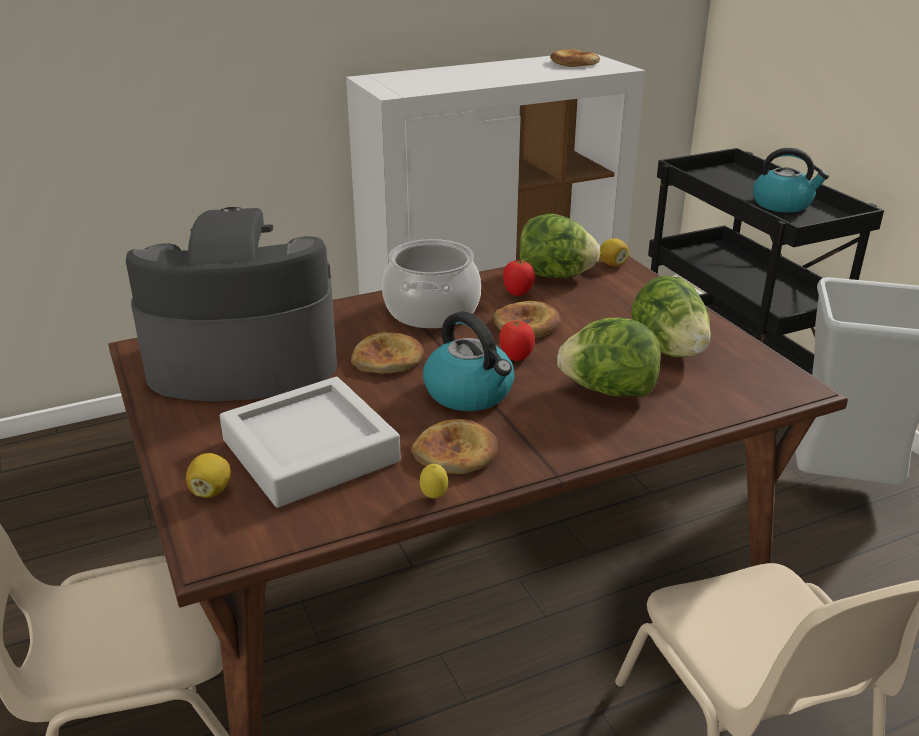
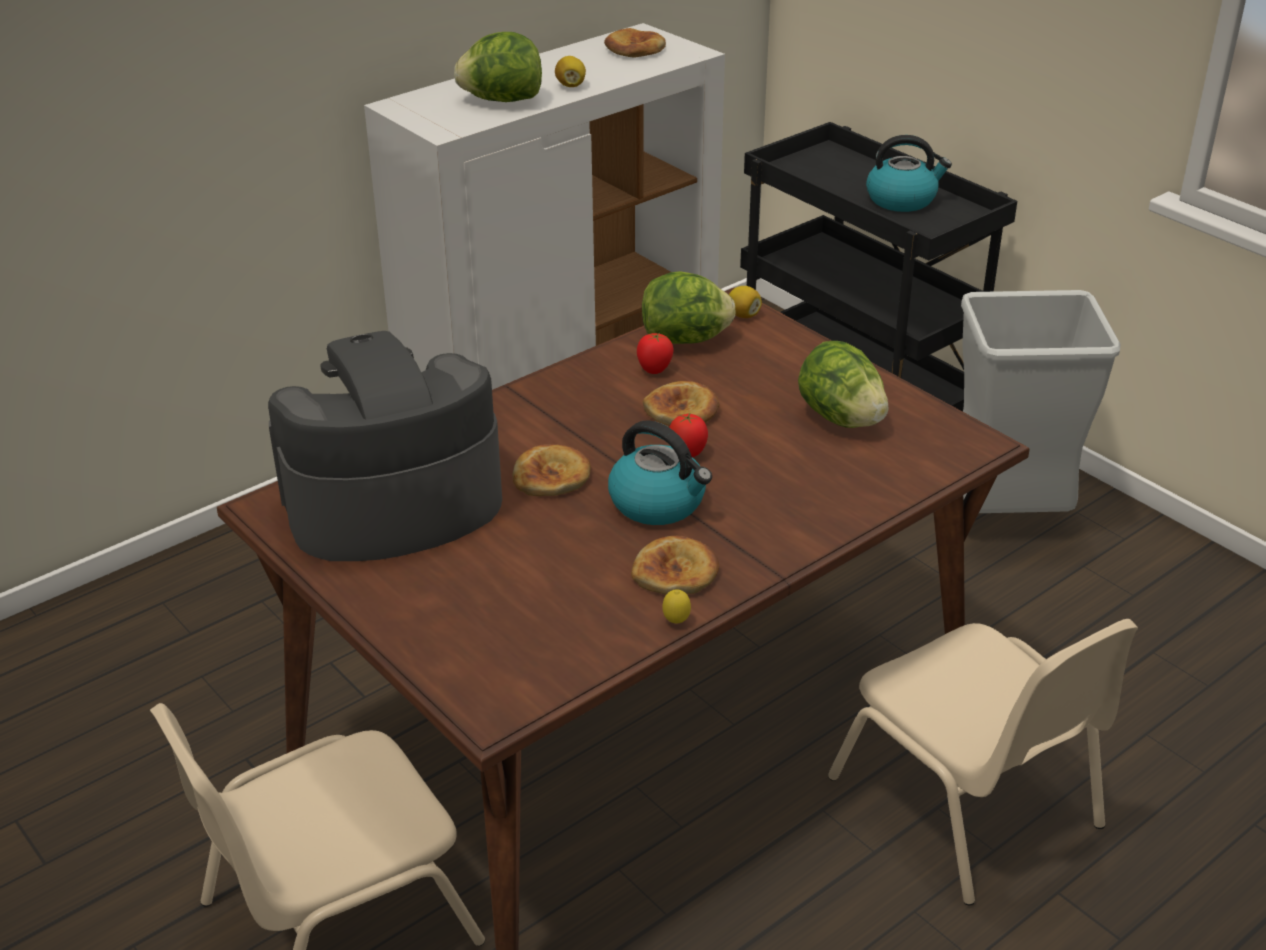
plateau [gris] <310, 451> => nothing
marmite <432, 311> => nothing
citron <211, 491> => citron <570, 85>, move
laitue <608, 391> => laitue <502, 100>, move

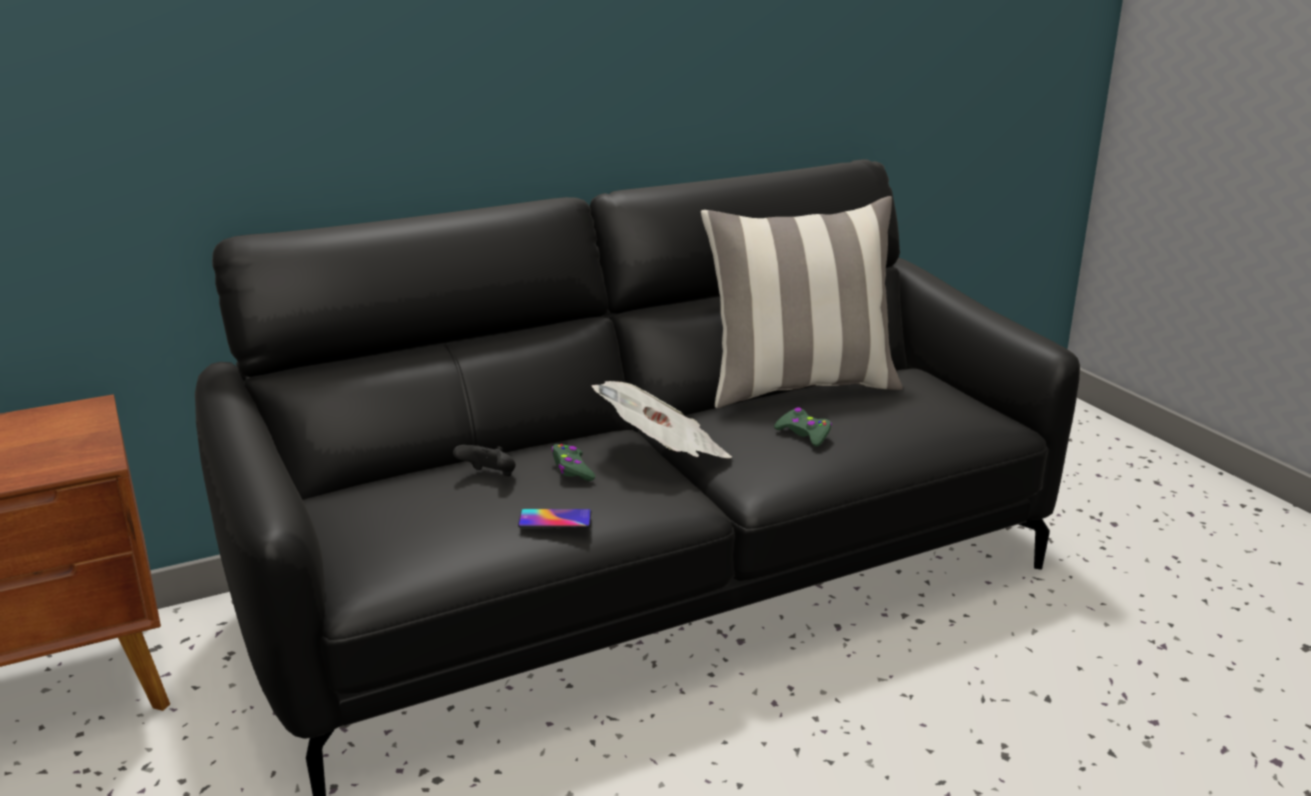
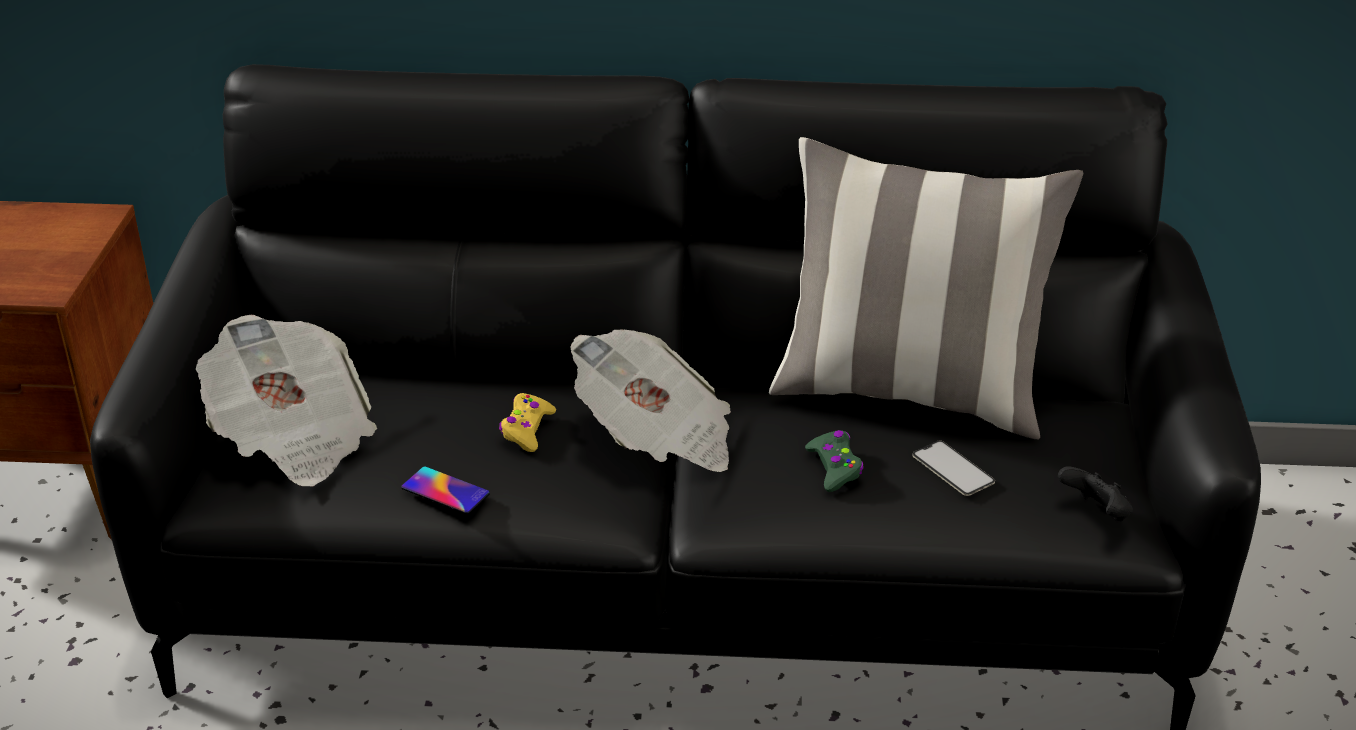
nothing => journal <293, 436>
nothing => téléphone <953, 469>
manette [noir] <489, 476> => manette [noir] <1095, 513>, move
manette [vert] <572, 469> => manette [jaune] <527, 429>

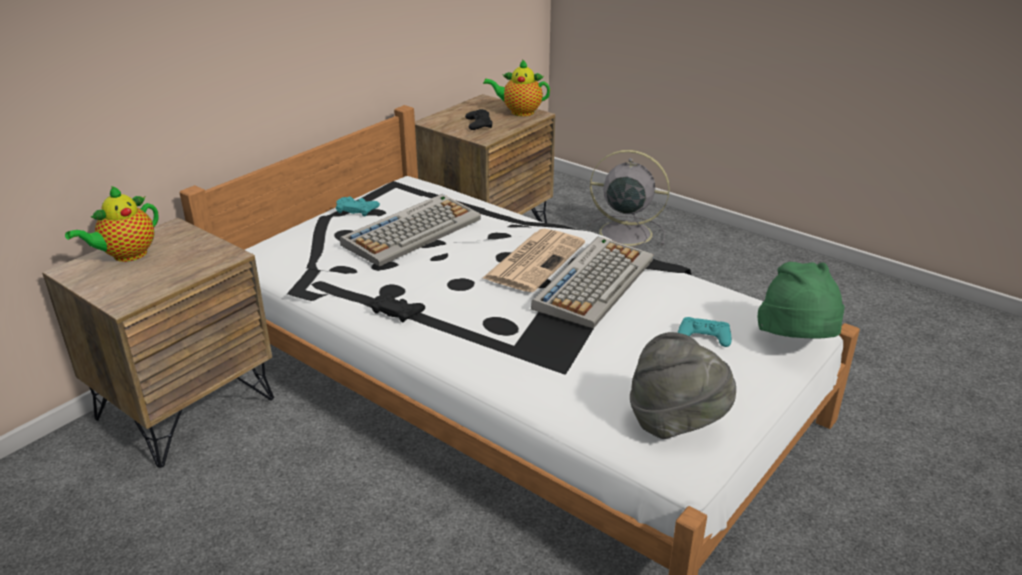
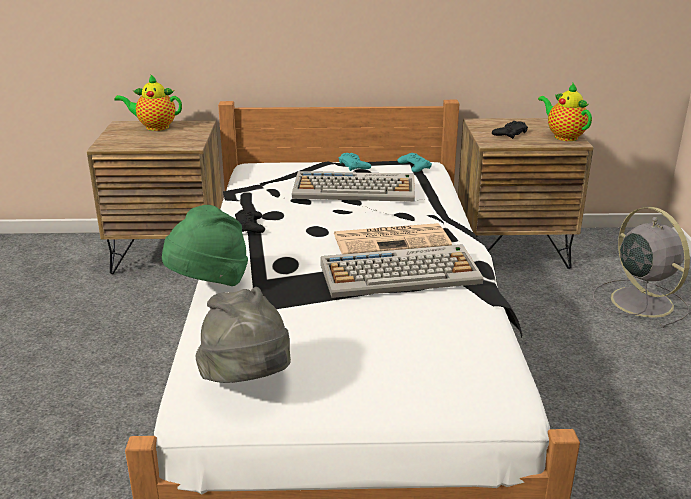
manette [turquoise] <704, 336> => manette [turquoise] <414, 166>, move
chapeau [vert] <797, 342> => chapeau [vert] <208, 285>, move

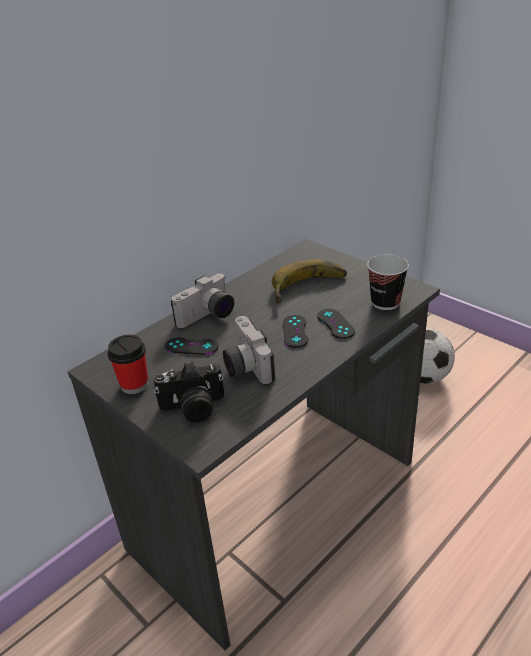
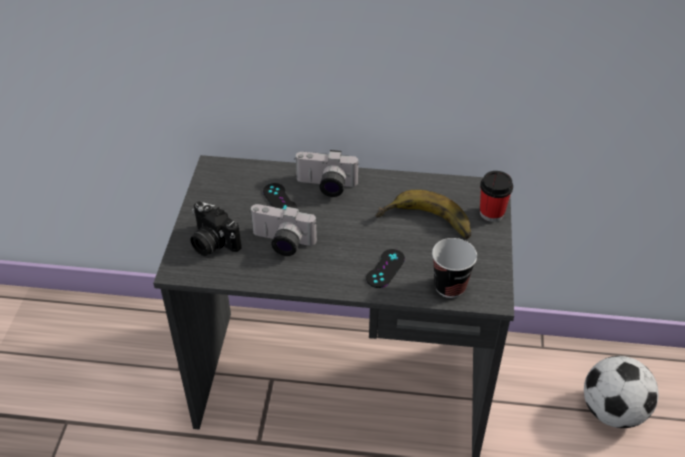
manette [noir] <295, 331> => nothing
tasse <134, 384> => tasse <491, 213>, move
appareil photo <245, 366> => appareil photo <281, 243>, 105 degrees counterclockwise

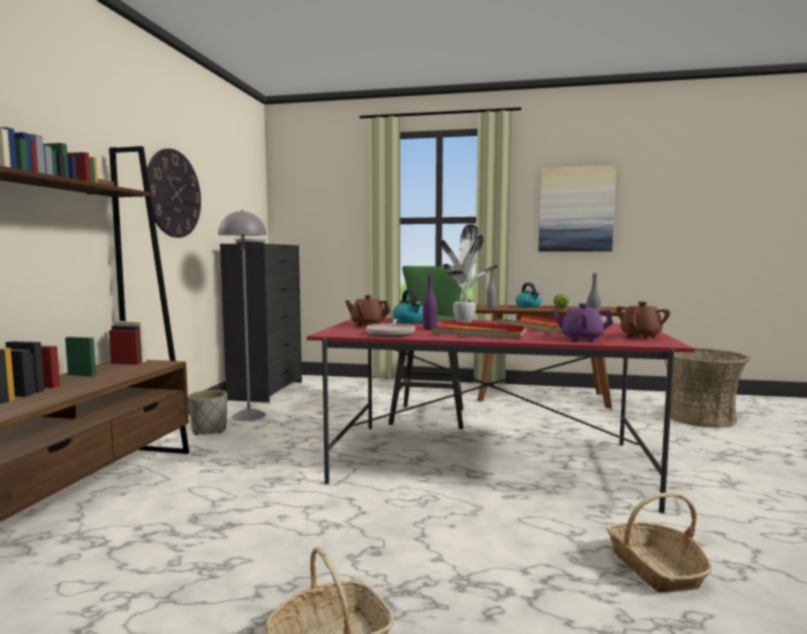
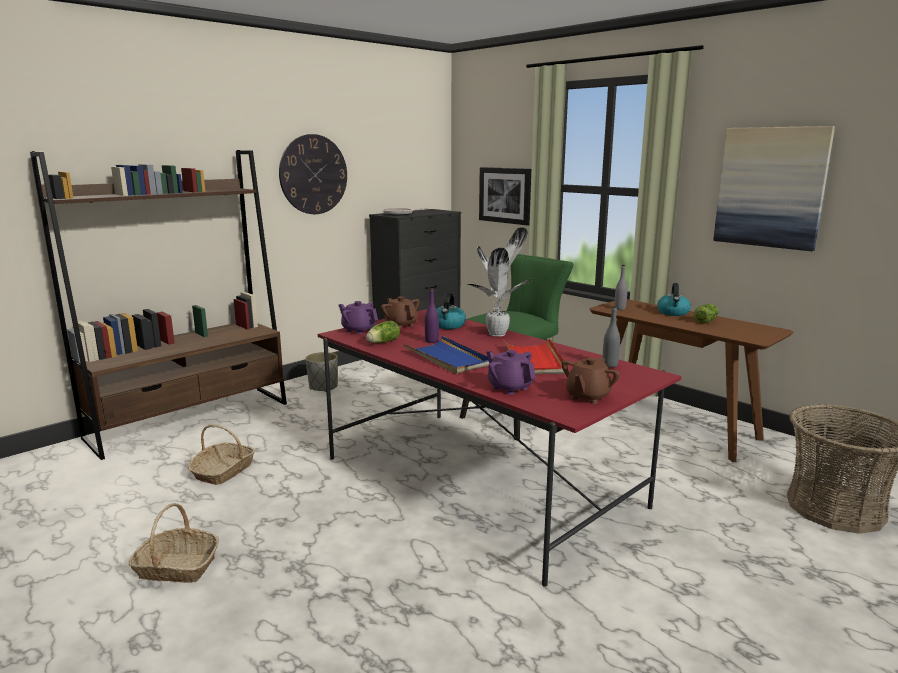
lampadaire [gris] <249, 415> => nothing
nothing => théière [violet] <358, 330>
nothing => tableau <505, 195>
panier <655, 568> => panier <223, 471>, move
poêle <391, 333> => laitue <382, 342>
plateau [rouge] <479, 334> => plateau [bleu] <448, 358>
théière [marron] <641, 336> => théière [marron] <587, 397>, 135 degrees clockwise

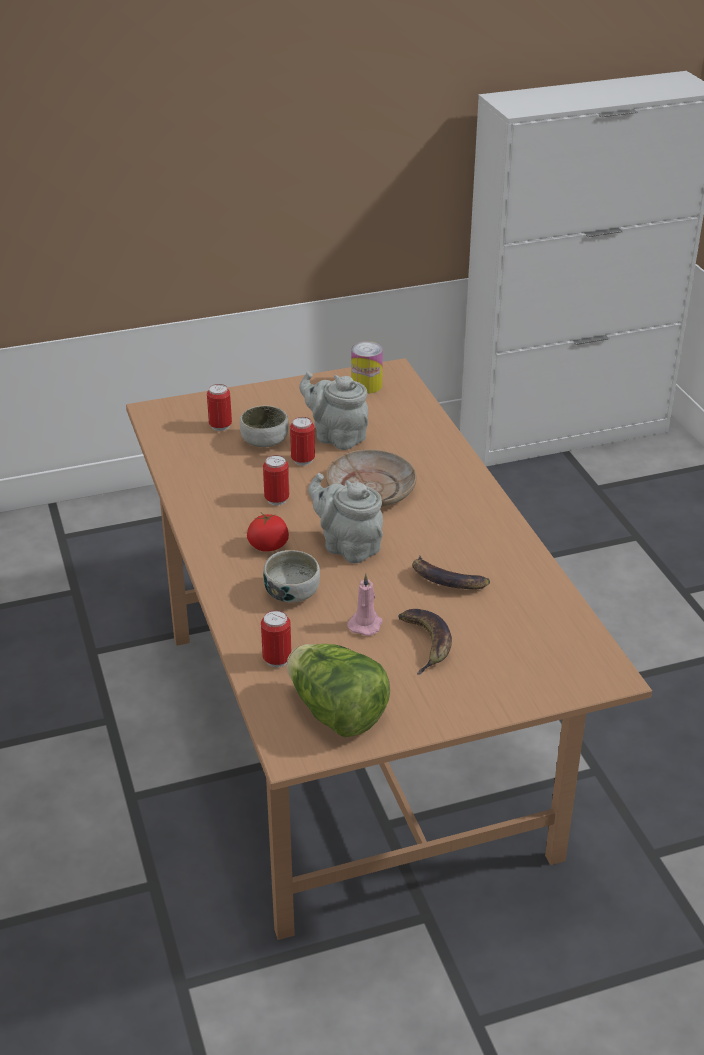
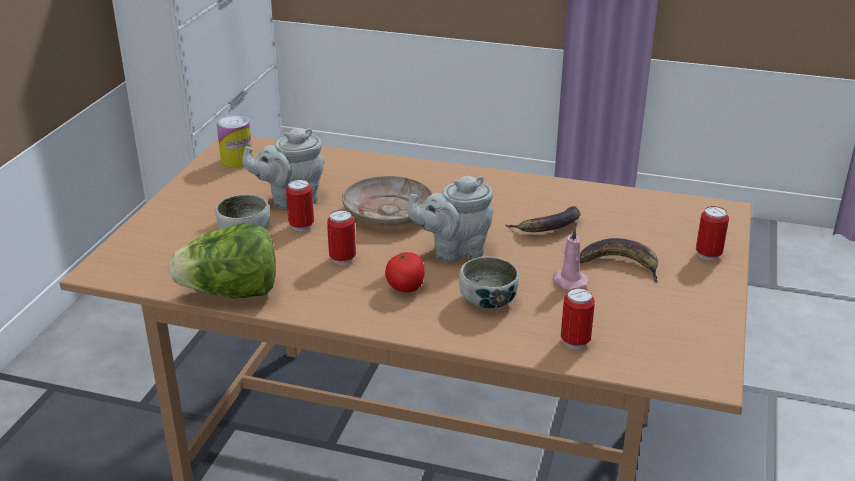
boîte métallique <220, 426> => boîte métallique <708, 254>, move
laitue <336, 713> => laitue <231, 293>, move

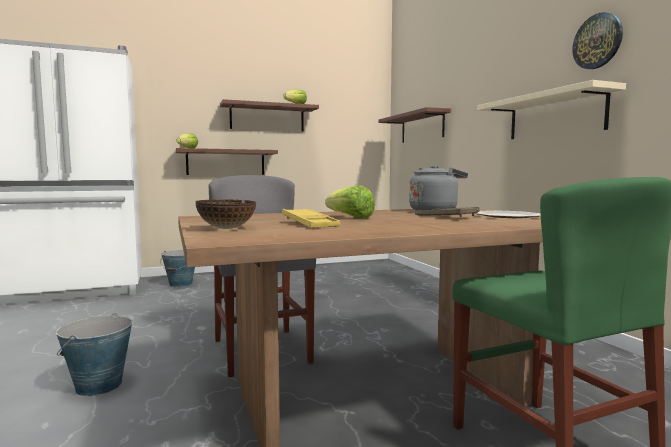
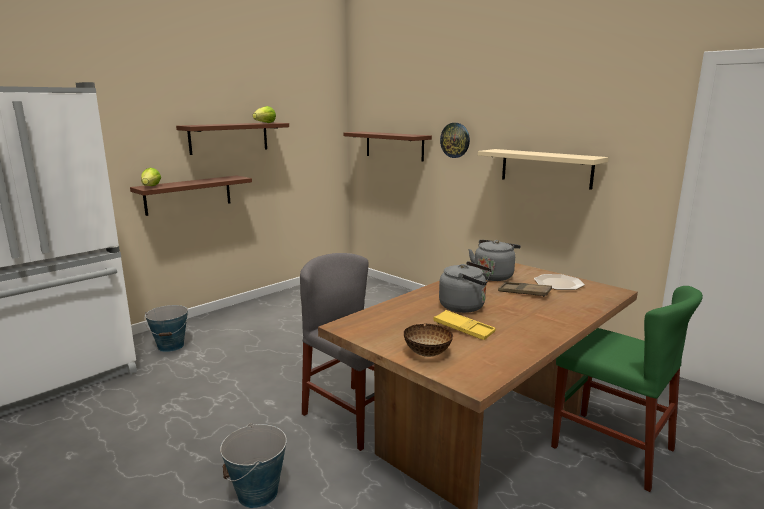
horloge murale <597, 41> => horloge murale <455, 140>, move
laitue <350, 218> => bouilloire [gris] <465, 307>

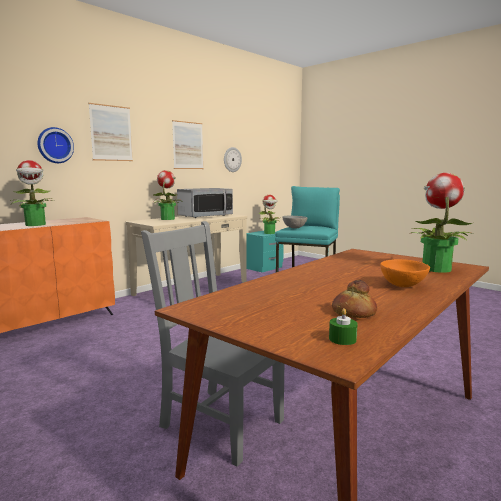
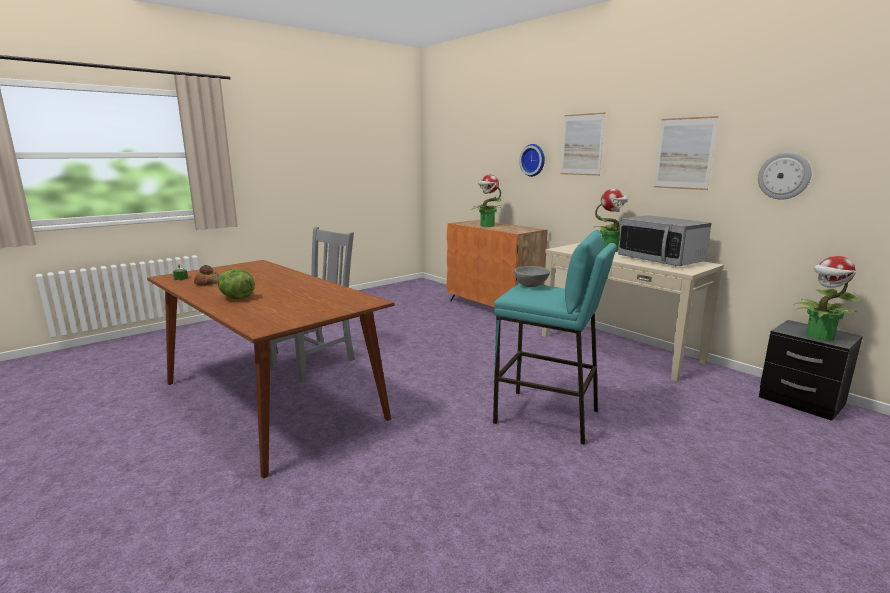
plante en pot <435, 269> => nothing
bol [orange] <403, 285> => laitue <236, 298>
table de chevet [turquoise] <264, 268> => table de chevet [noir] <800, 401>

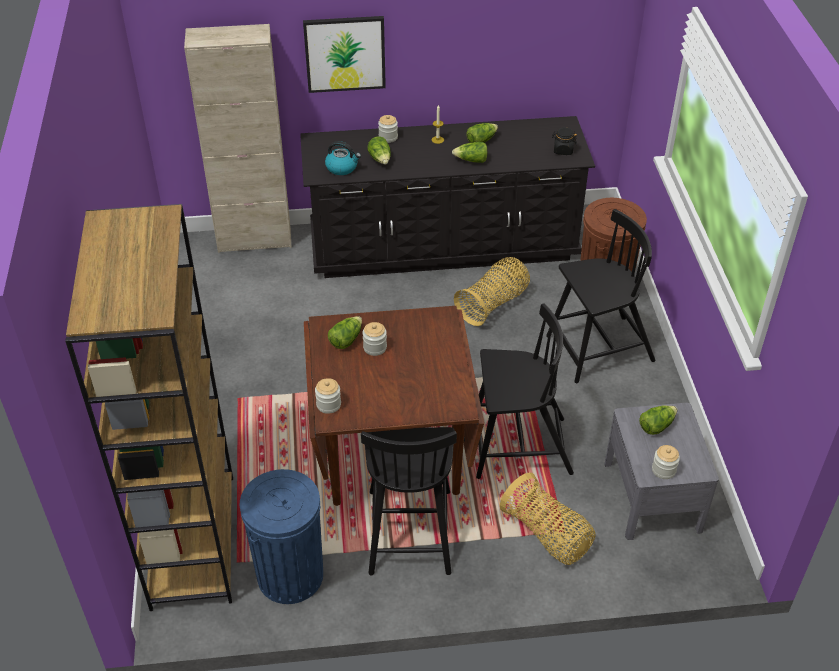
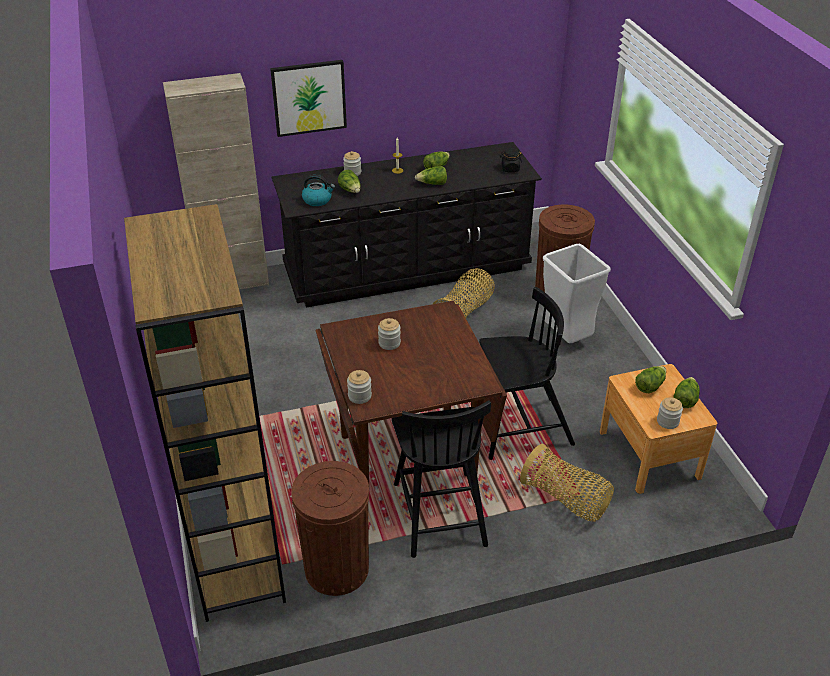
laitue <346, 339> => laitue <685, 399>, move
chaise [noir] <598, 349> => poubelle [blanc] <567, 339>
poubelle [bleu] <290, 575> => poubelle [marron] <337, 569>
table de chevet [gris] <652, 496> => table de chevet [marron] <649, 454>

